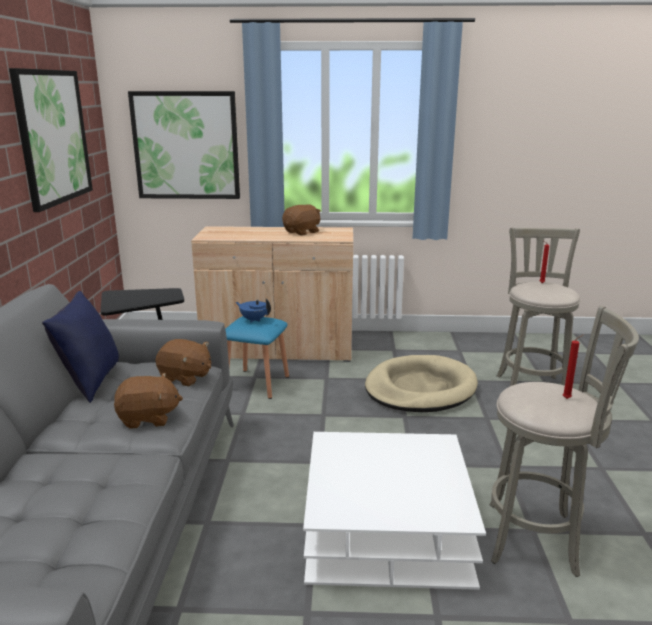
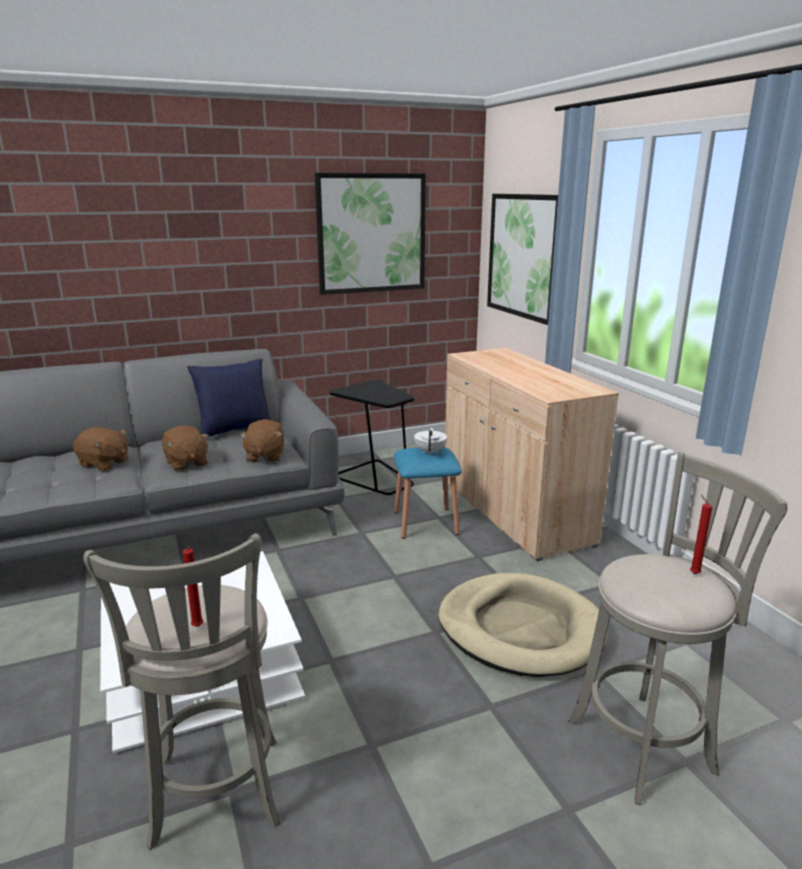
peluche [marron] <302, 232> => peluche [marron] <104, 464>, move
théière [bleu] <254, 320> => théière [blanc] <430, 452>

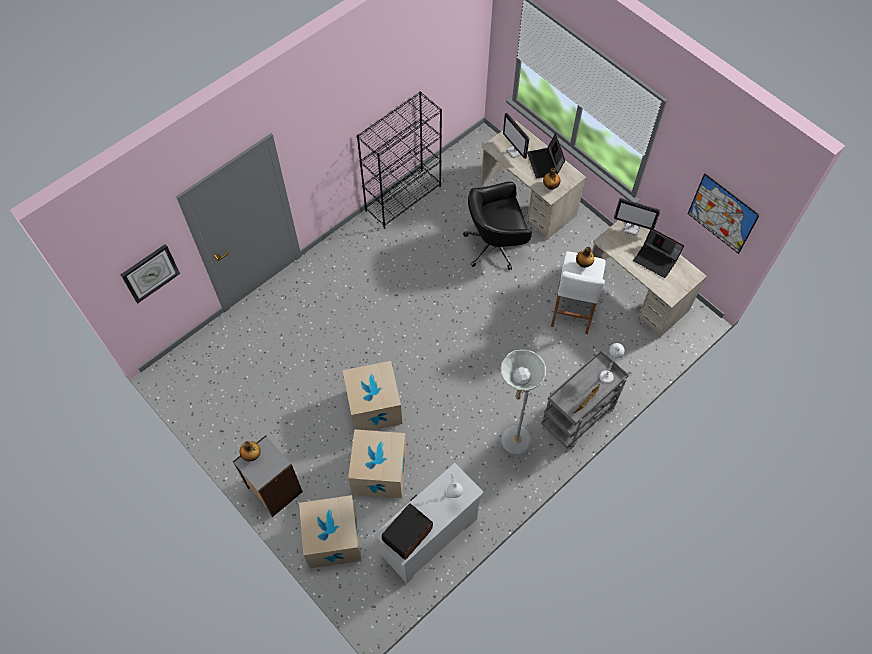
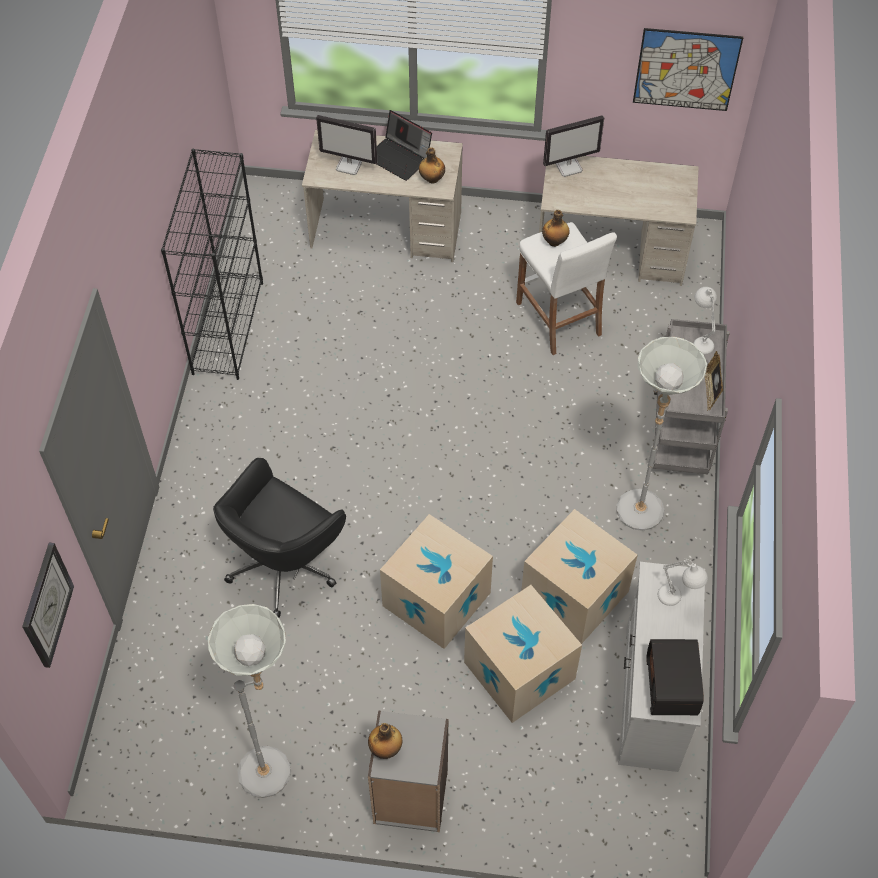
ordinateur portable <656, 259> => nothing
nothing => lampadaire [gris] <275, 768>
carton <333, 539> => carton <574, 594>, move
chaise de bureau [noir] <495, 245> => chaise de bureau [noir] <285, 565>, move

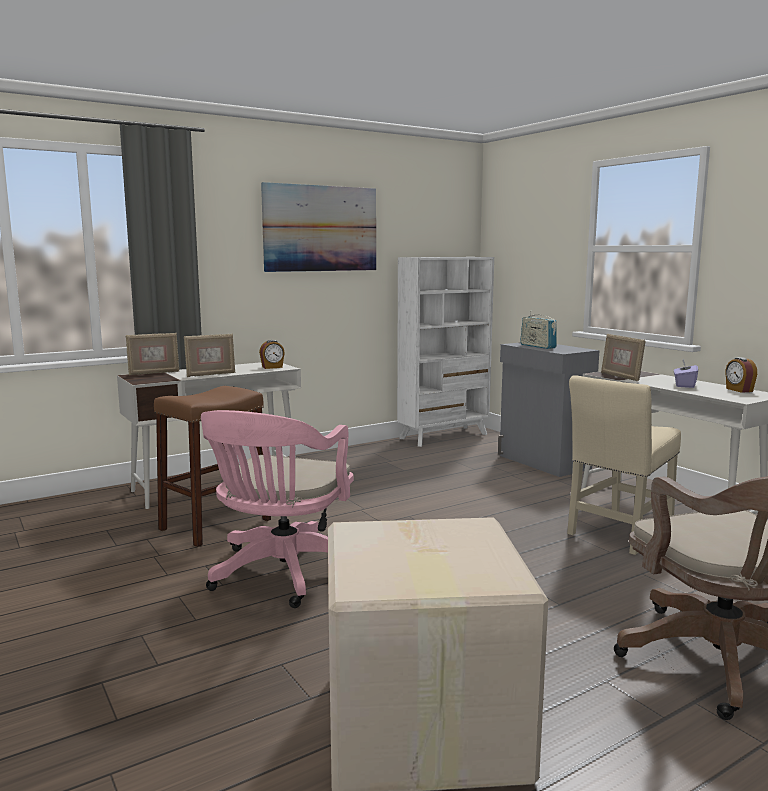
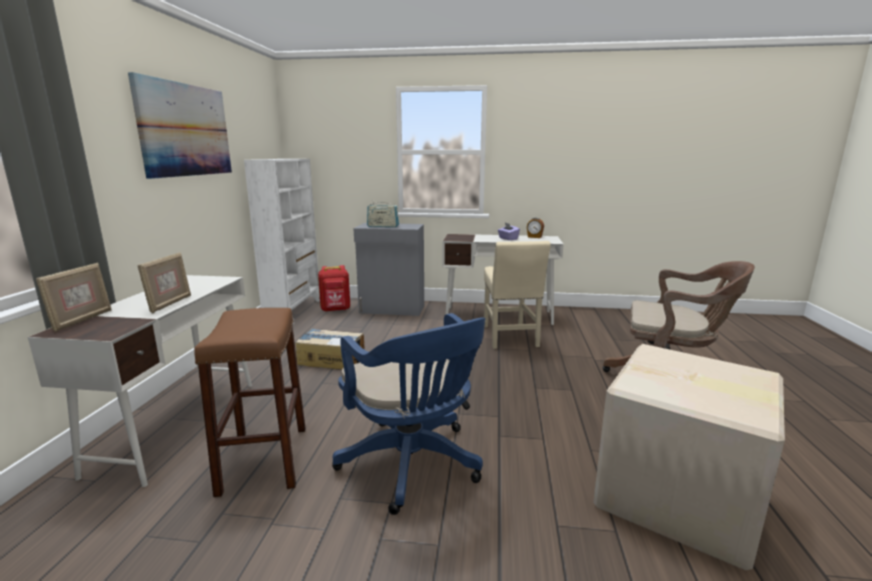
réveil <272, 367> => nothing
cadre photo <620, 377> => nothing
nothing => carton <331, 359>
nothing => sac à dos [rouge] <335, 310>
chaise de bureau [rose] <281, 575> => chaise de bureau [bleu] <413, 465>

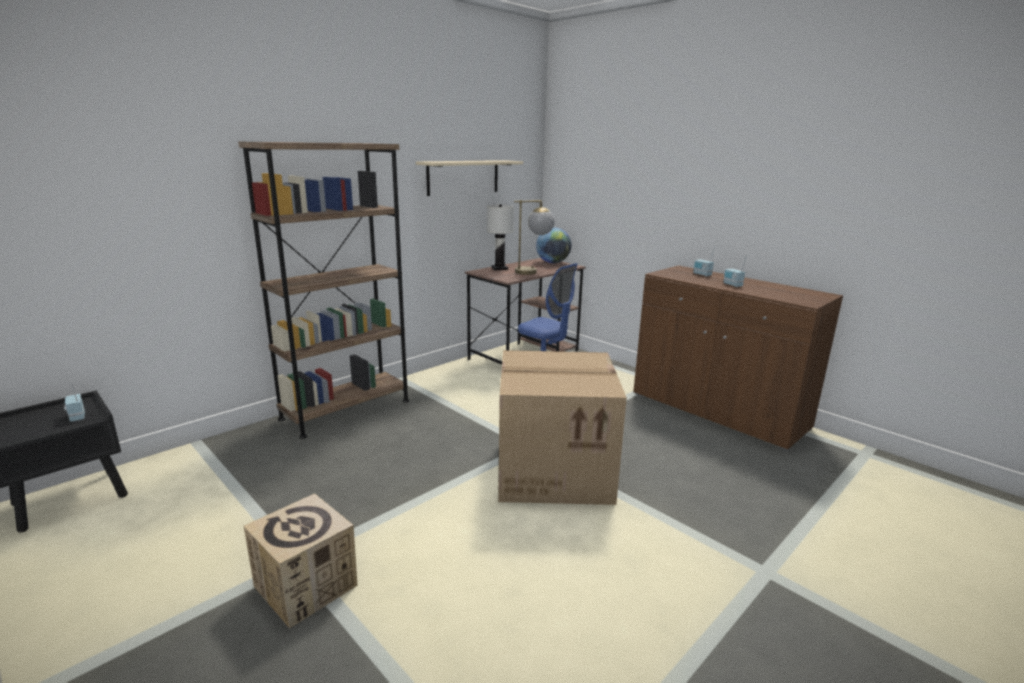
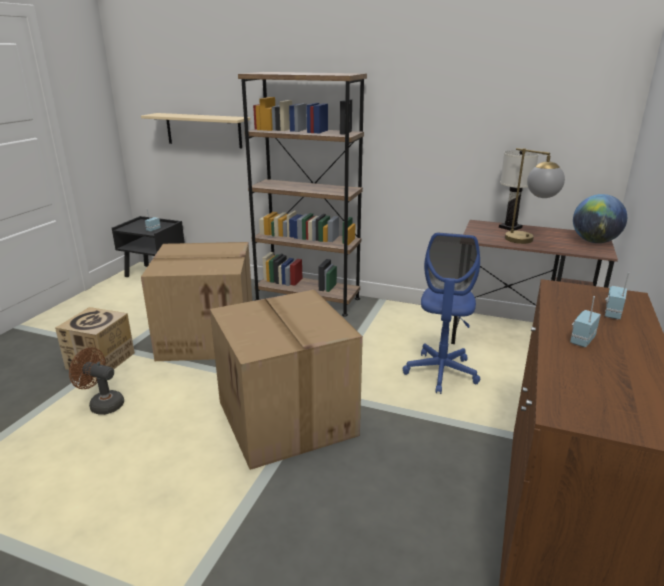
nothing => ventilateur [marron] <102, 404>
nothing => carton <209, 336>
étagère [beige] <463, 177> => étagère [beige] <203, 130>, move

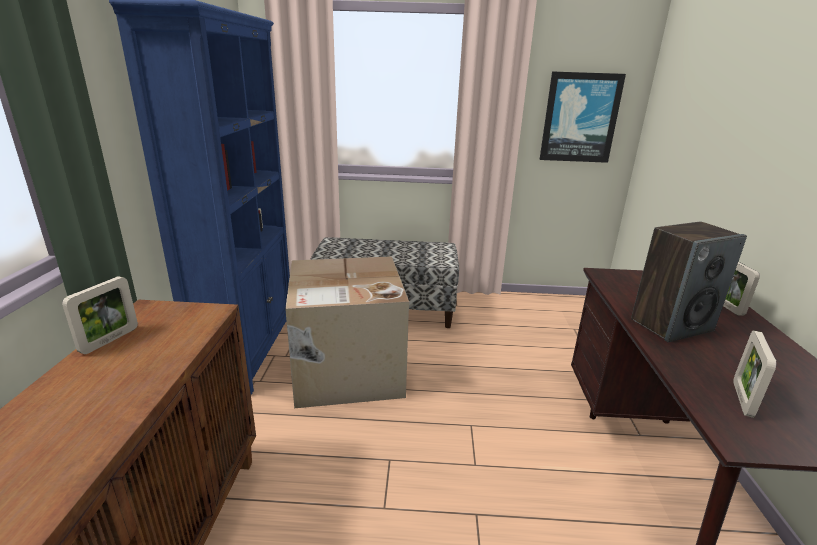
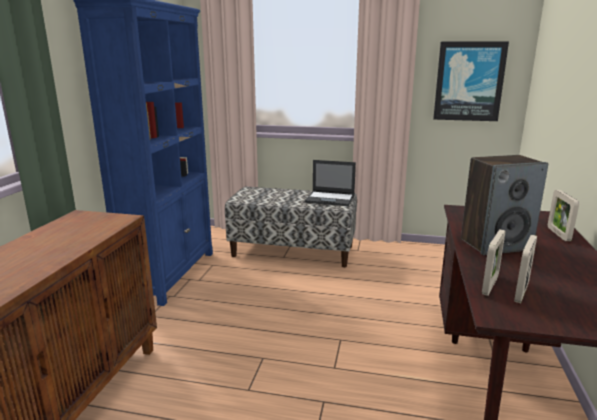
carton <346, 371> => nothing
nothing => ordinateur portable <330, 199>
cadre photo <109, 340> => cadre photo <490, 285>, move

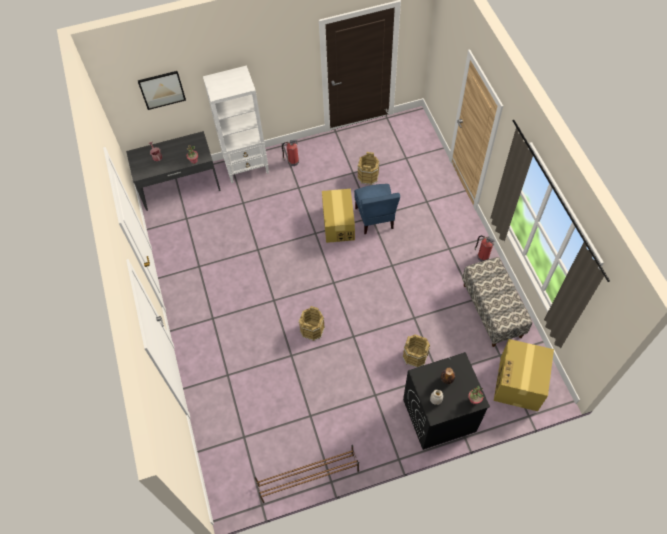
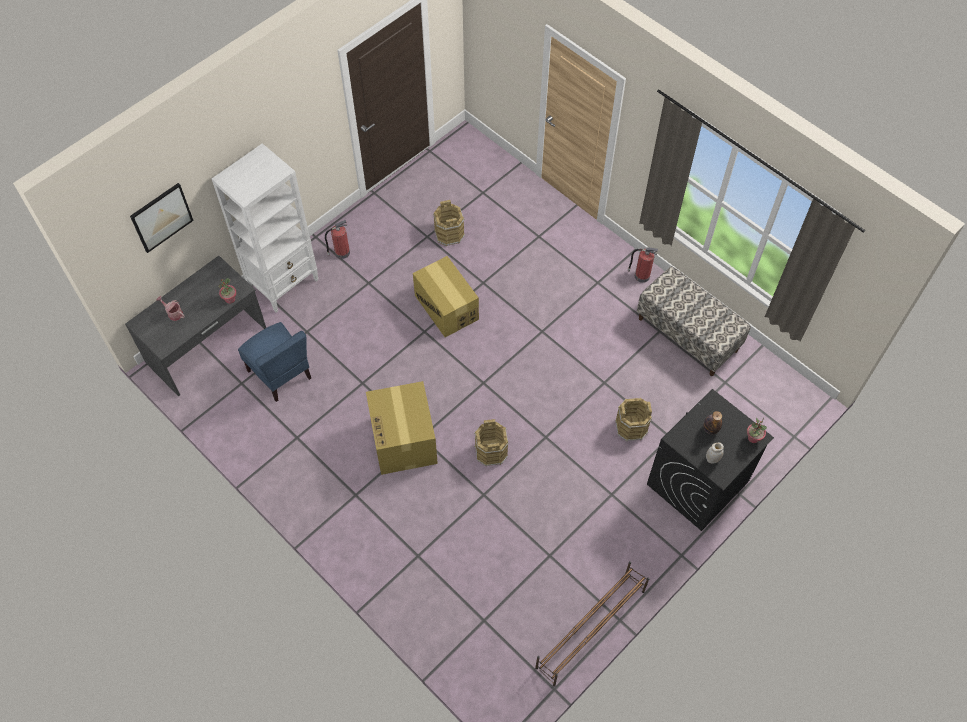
chaise [bleu] <375, 218> => chaise [bleu] <280, 374>, move
carton <519, 384> => carton <404, 441>, move

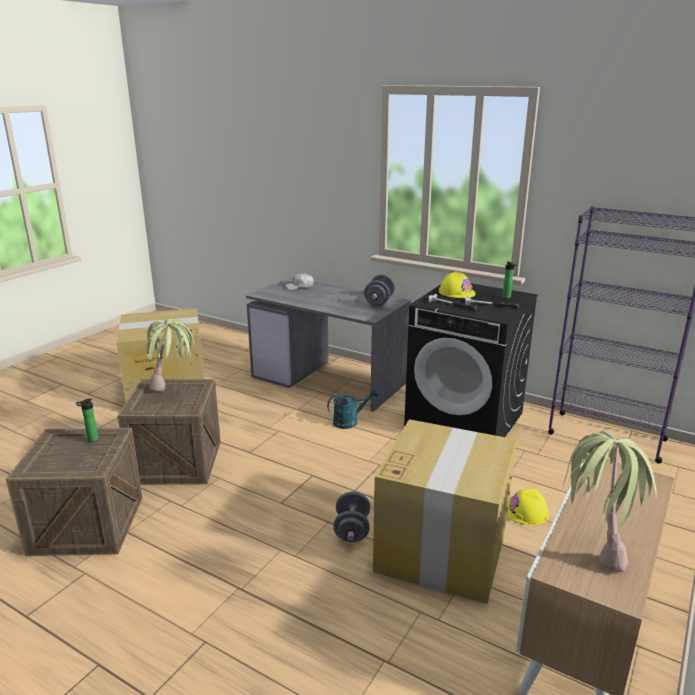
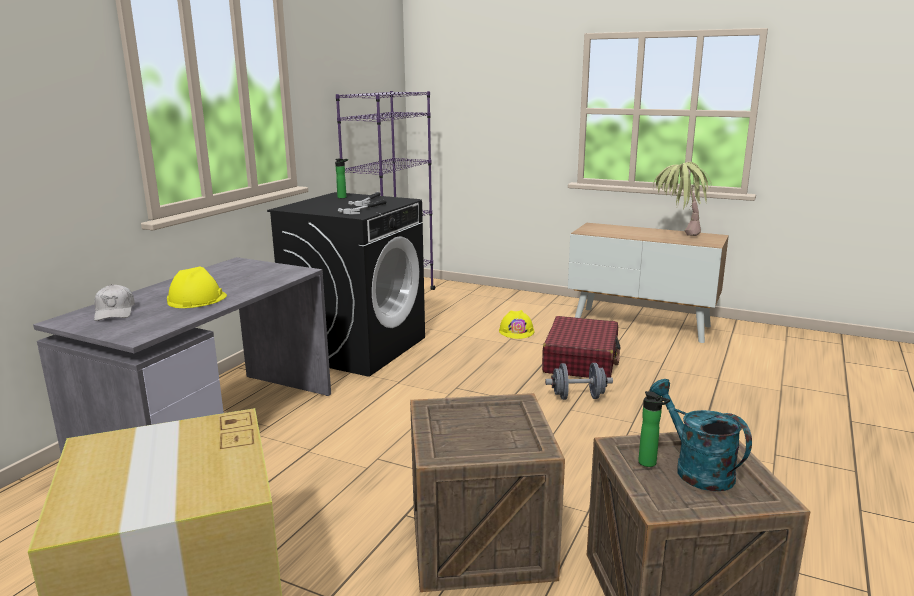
plante en pot <174, 392> => nothing
haltère [gris] <379, 302> => nothing
arrosoir [turquoise] <350, 421> => arrosoir [turquoise] <696, 469>, move
casque de chantier [jaune] <456, 292> => casque de chantier [jaune] <197, 299>, move
carton <442, 548> => valise [rouge] <581, 360>

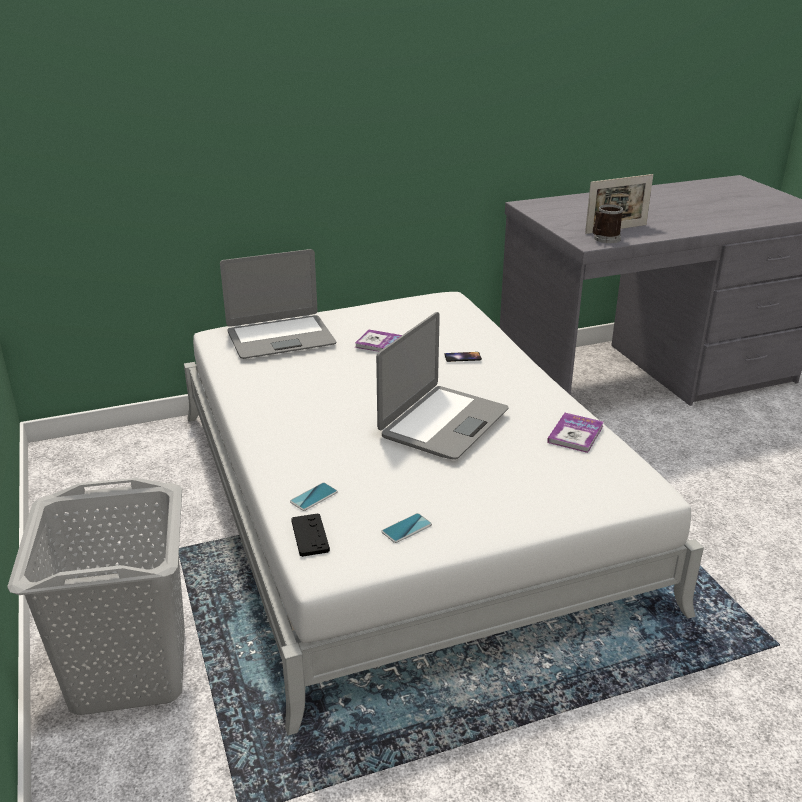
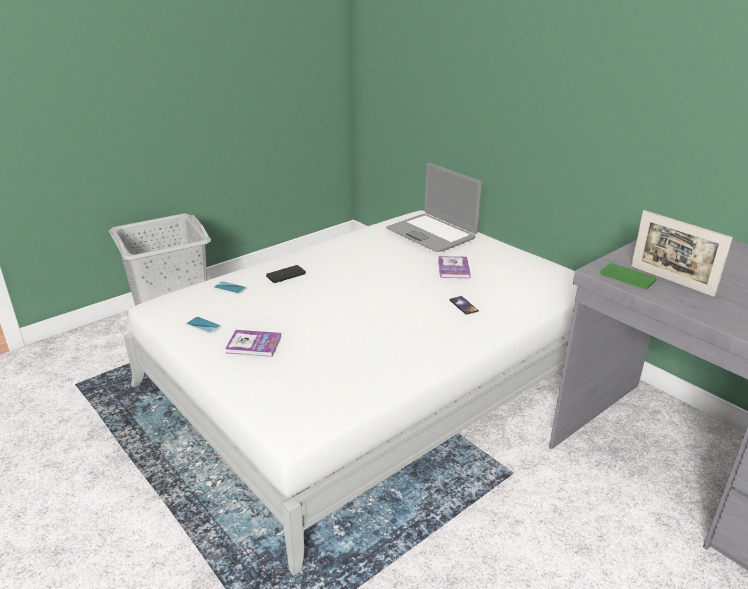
ordinateur portable <443, 423> => nothing
manette [noir] <310, 536> => manette [noir] <286, 275>, move
livre <575, 434> => livre <253, 344>, move
mug <604, 239> => manette [vert] <627, 277>

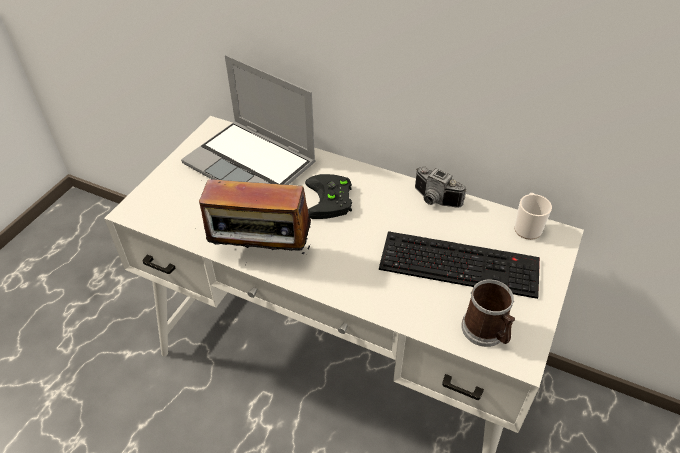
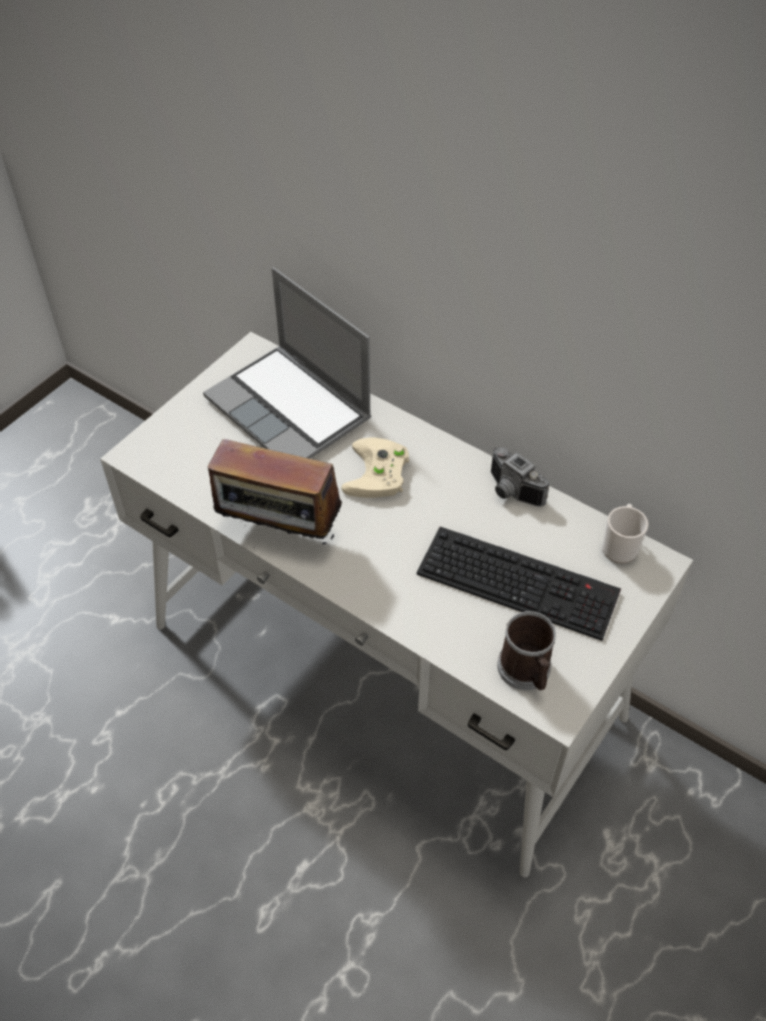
manette [noir] <330, 201> => manette [beige] <378, 474>

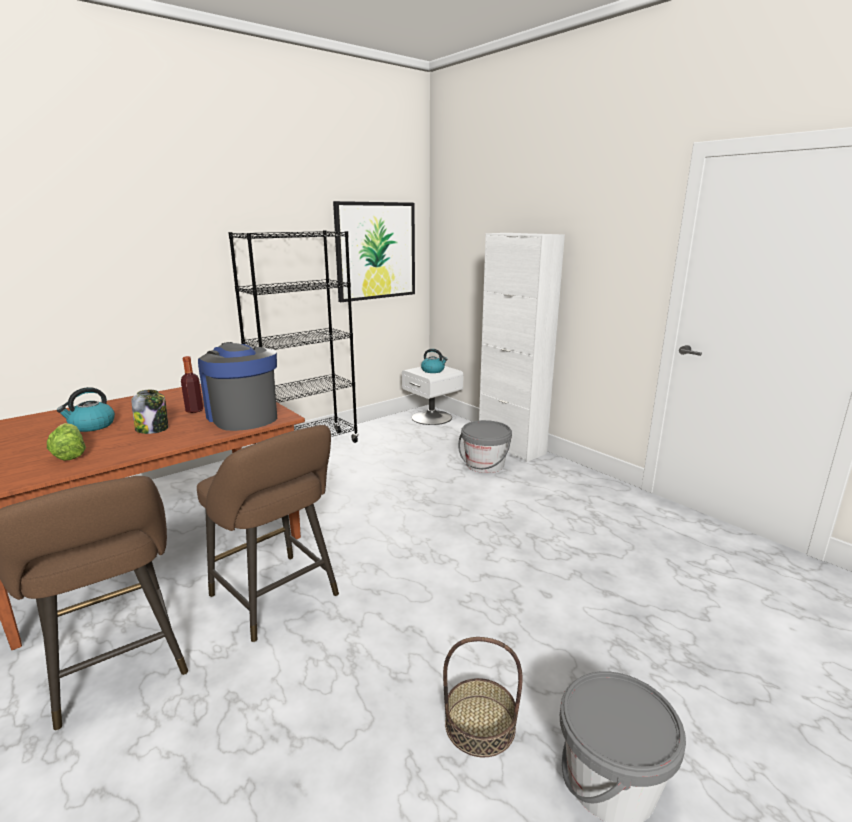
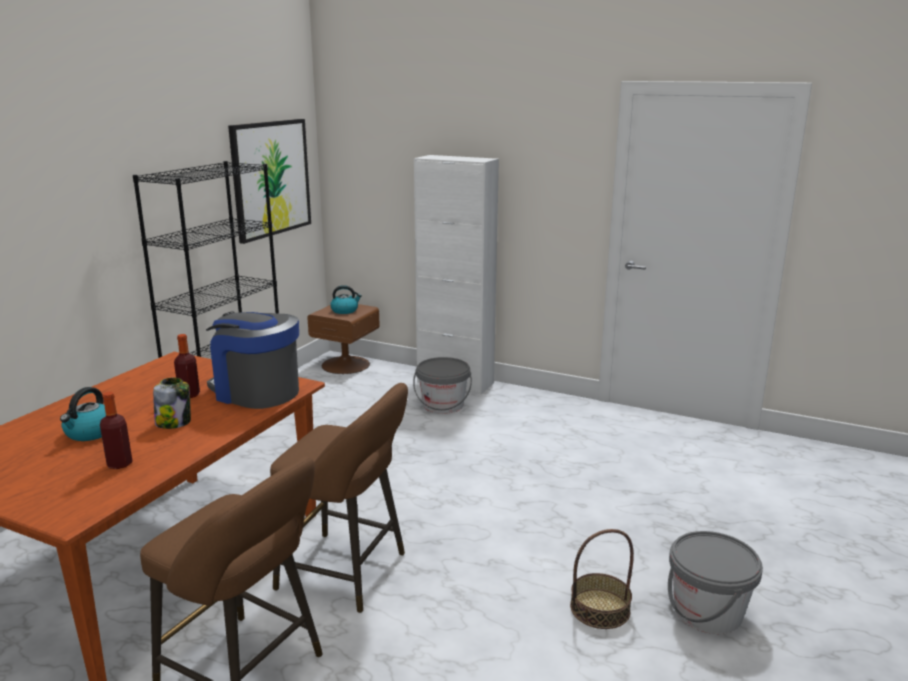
laitue <70, 454> => bouteille <119, 464>
table de chevet [blanc] <432, 417> => table de chevet [marron] <346, 364>

